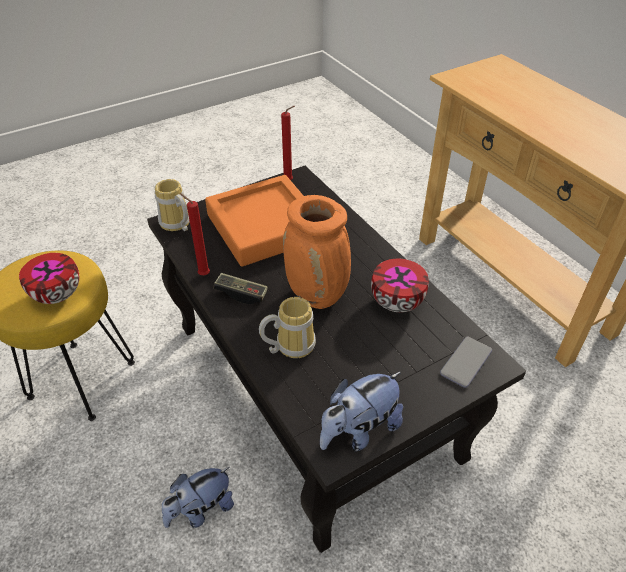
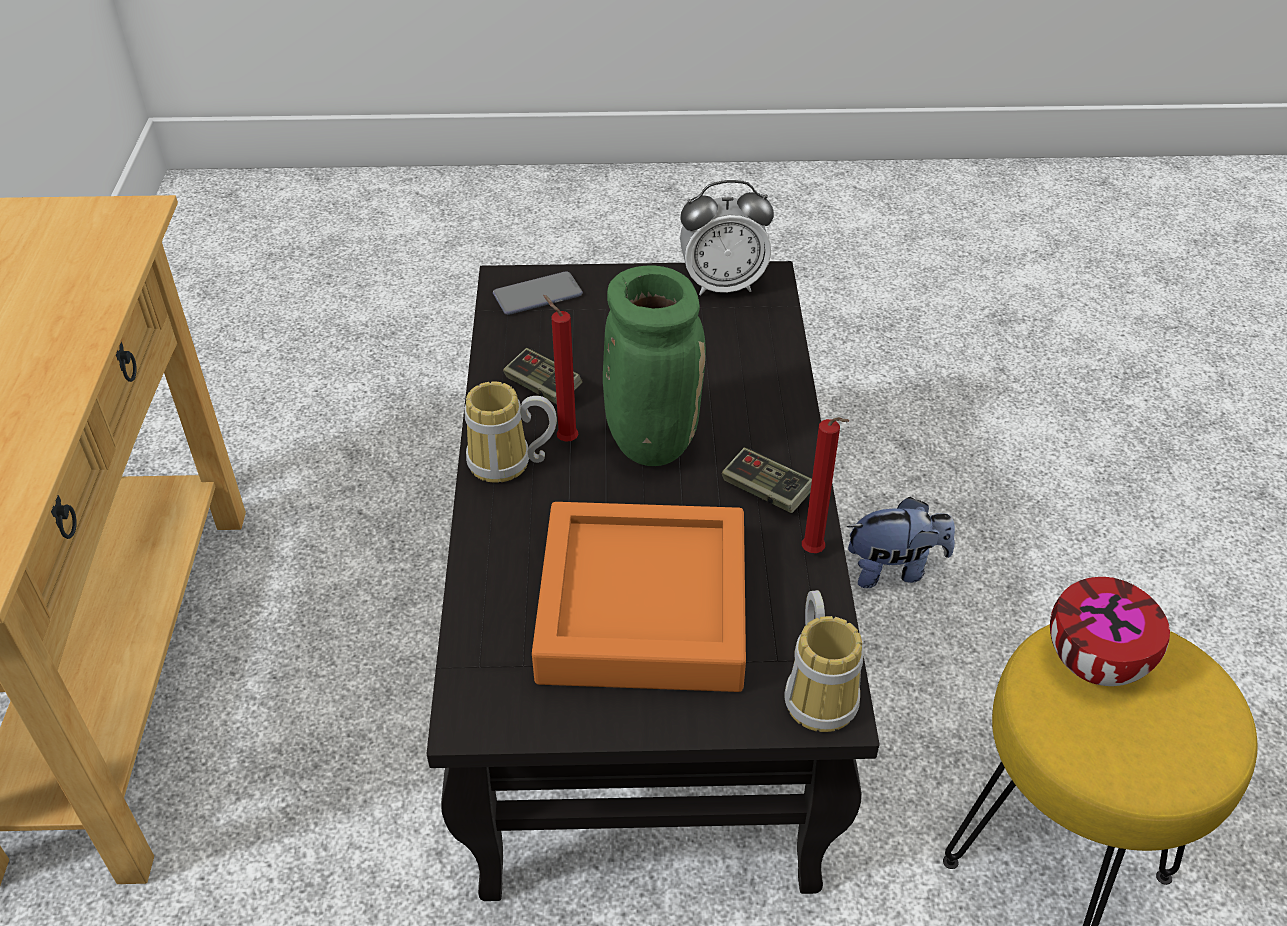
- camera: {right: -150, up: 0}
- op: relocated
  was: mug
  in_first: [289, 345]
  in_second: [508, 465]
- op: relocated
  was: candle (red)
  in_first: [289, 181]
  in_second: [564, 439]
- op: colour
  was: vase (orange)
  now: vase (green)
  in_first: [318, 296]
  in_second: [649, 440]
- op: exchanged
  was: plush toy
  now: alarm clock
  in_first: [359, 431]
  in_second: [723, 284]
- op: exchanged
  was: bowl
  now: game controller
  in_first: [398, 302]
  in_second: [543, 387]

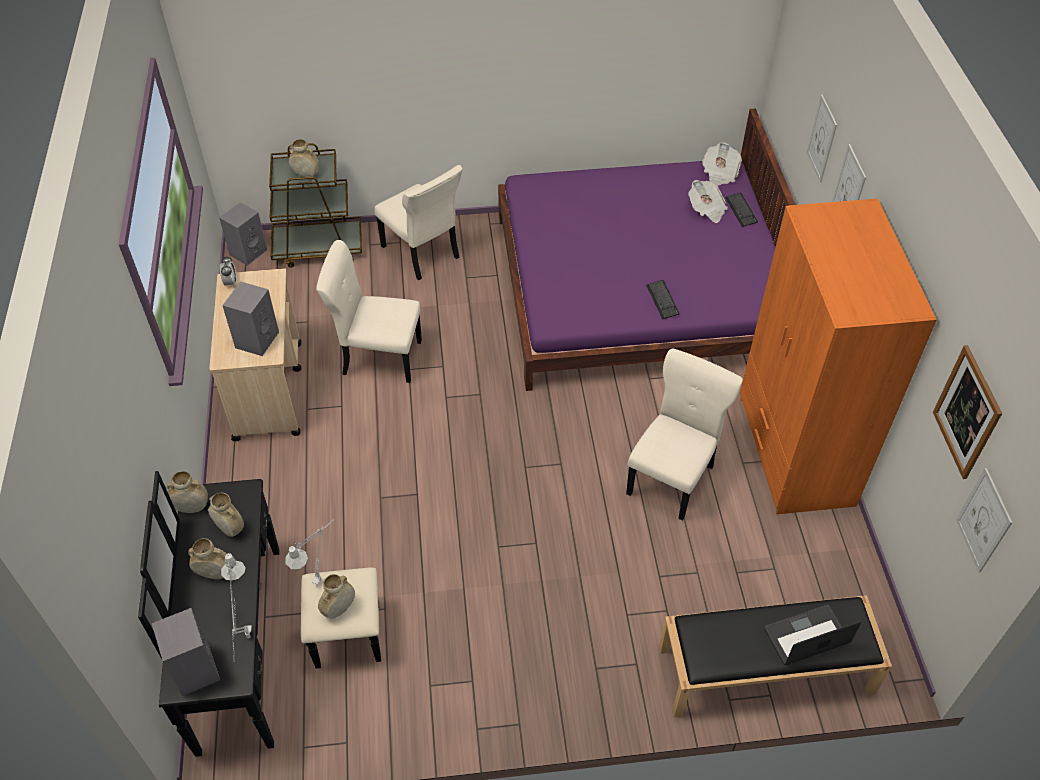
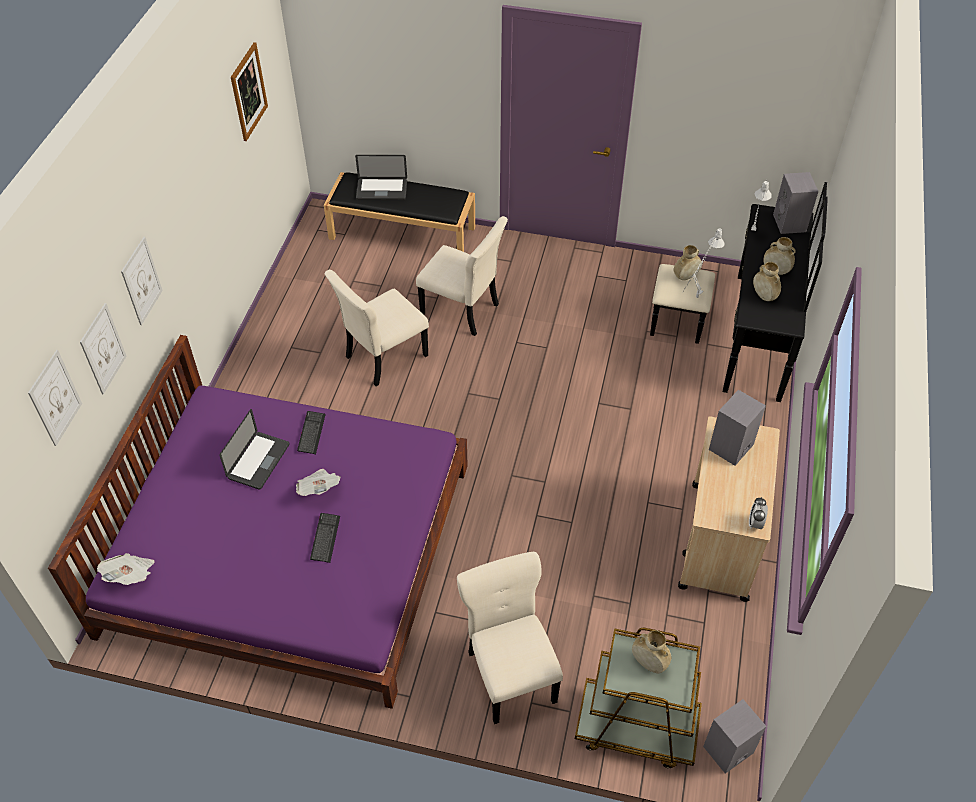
- camera: {right: -160, up: 0}
- op: missing
  was: vase (beige)
  in_first: [191, 508]
- op: relocated
  was: chair (beige)
  in_first: [378, 357]
  in_second: [462, 311]
- op: relocated
  was: newspaper
  in_first: [706, 209]
  in_second: [319, 489]
- op: relocated
  was: keyboard
  in_first: [741, 210]
  in_second: [325, 538]
- op: missing
  was: wardrobe (orange)
  in_first: [794, 451]
- op: relocated
  was: picture
  in_first: [983, 520]
  in_second: [55, 398]
- op: appeared
  now: laptop
  in_second: [258, 461]

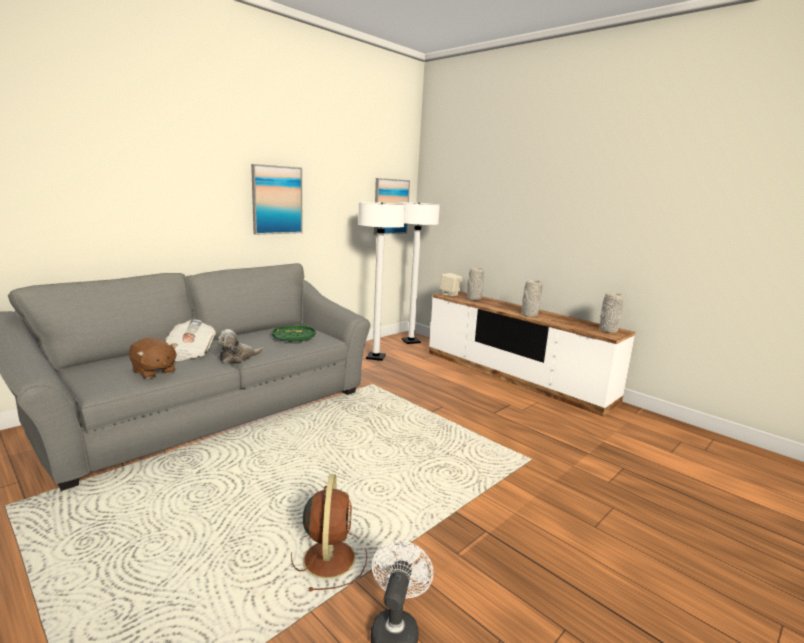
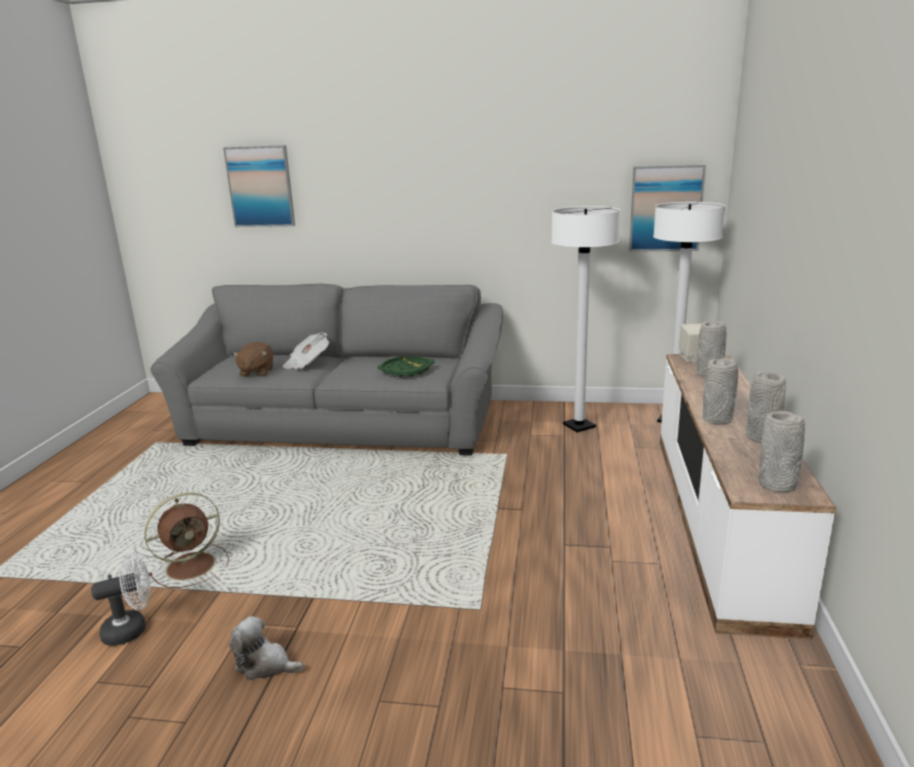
- camera: {right: 55, up: 5}
- op: relocated
  was: plush toy
  in_first: [238, 357]
  in_second: [265, 665]
- op: relocated
  was: picture
  in_first: [277, 200]
  in_second: [260, 186]
- op: appeared
  now: vase (grey)
  in_second: [761, 438]

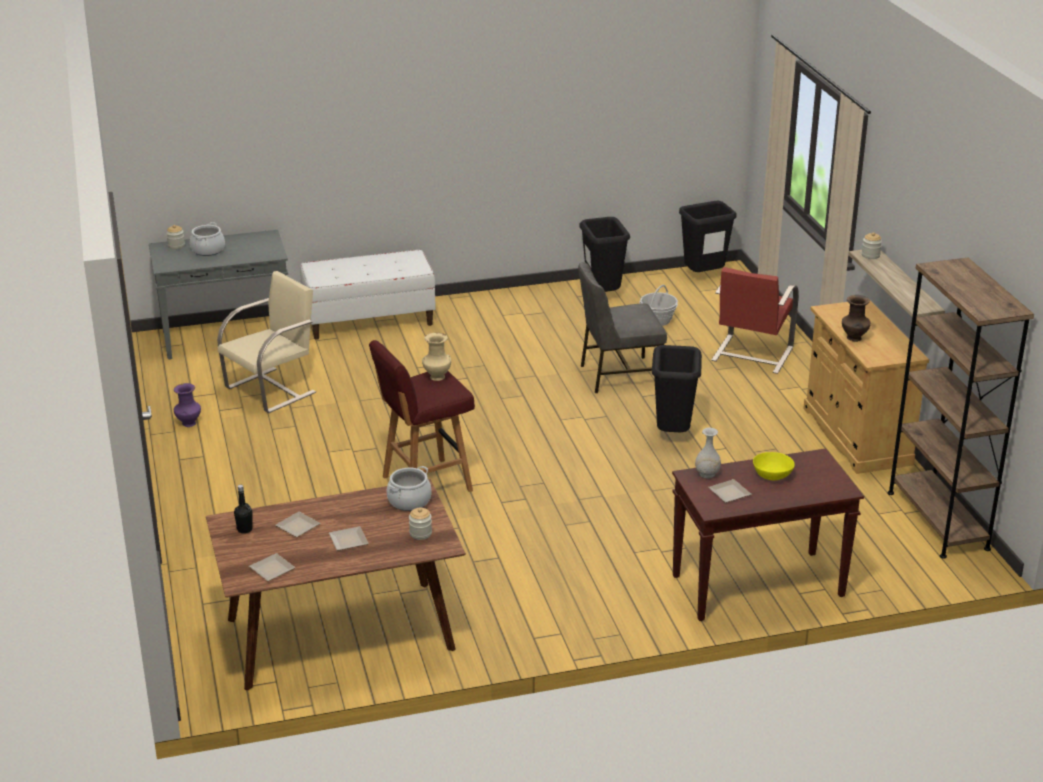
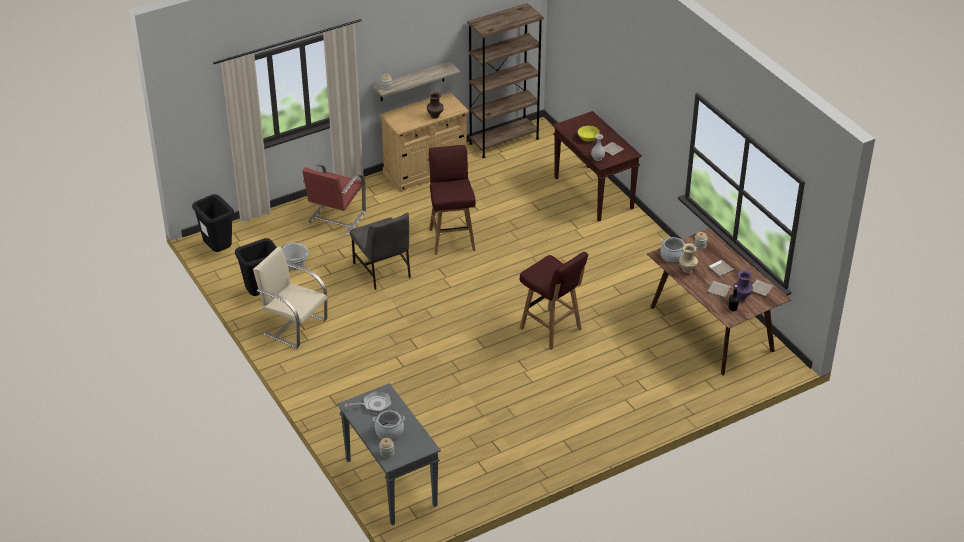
- camera: {right: -105, up: 10}
- op: relocated
  was: vase (purple)
  in_first: [189, 424]
  in_second: [742, 297]
- op: relocated
  was: chair (beige)
  in_first: [272, 390]
  in_second: [294, 326]
- op: missing
  was: bench (white)
  in_first: [369, 320]
- op: relocated
  was: vase (beige)
  in_first: [436, 377]
  in_second: [687, 270]
- op: exchanged
  was: trash can (black)
  now: stool (red)
  in_first: [673, 435]
  in_second: [452, 238]
- op: spun
  was: chair (red)
  in_first: [751, 355]
  in_second: [335, 218]
  clockwise: 105
- op: appeared
  now: frying pan
  in_second: [374, 404]

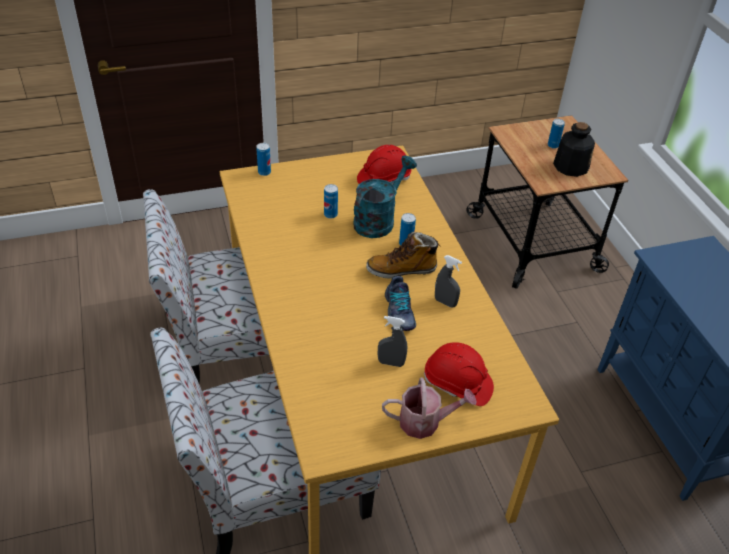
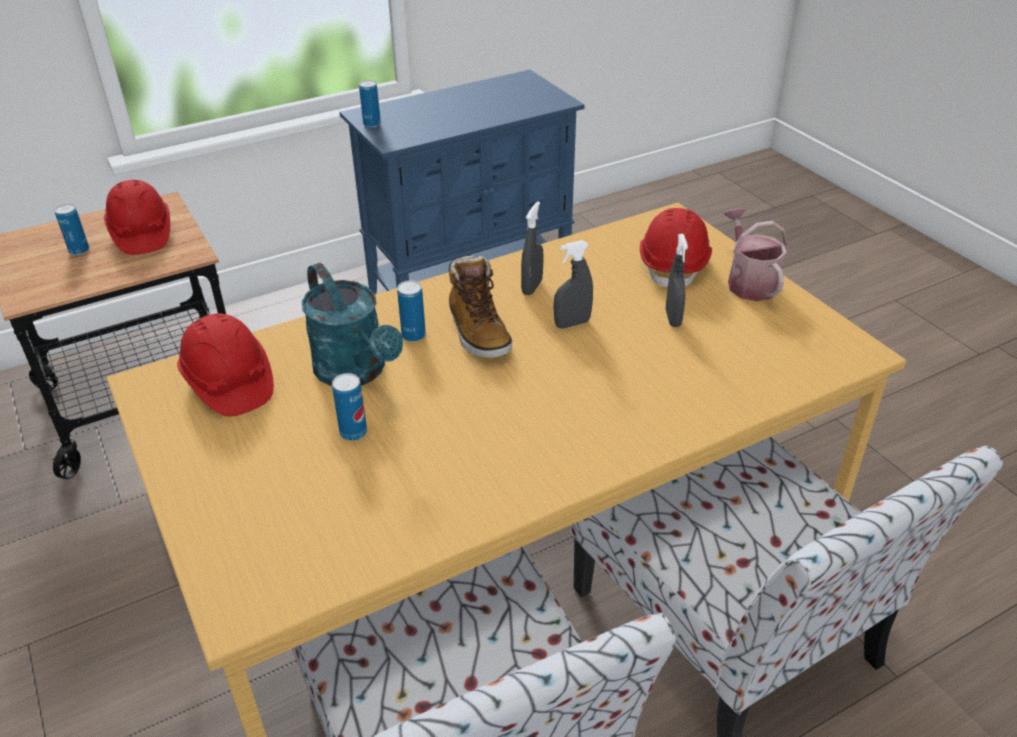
- camera: {right: -100, up: -5}
- op: relocated
  was: can
  in_first: [264, 172]
  in_second: [372, 124]
- op: spun
  was: watering can (turquoise)
  in_first: [378, 220]
  in_second: [356, 372]
  clockwise: -150
- op: exchanged
  was: shoe
  now: spray bottle (grey)
  in_first: [399, 312]
  in_second: [572, 324]
- op: exchanged
  was: bottle
  now: hard hat (red)
  in_first: [570, 166]
  in_second: [142, 234]

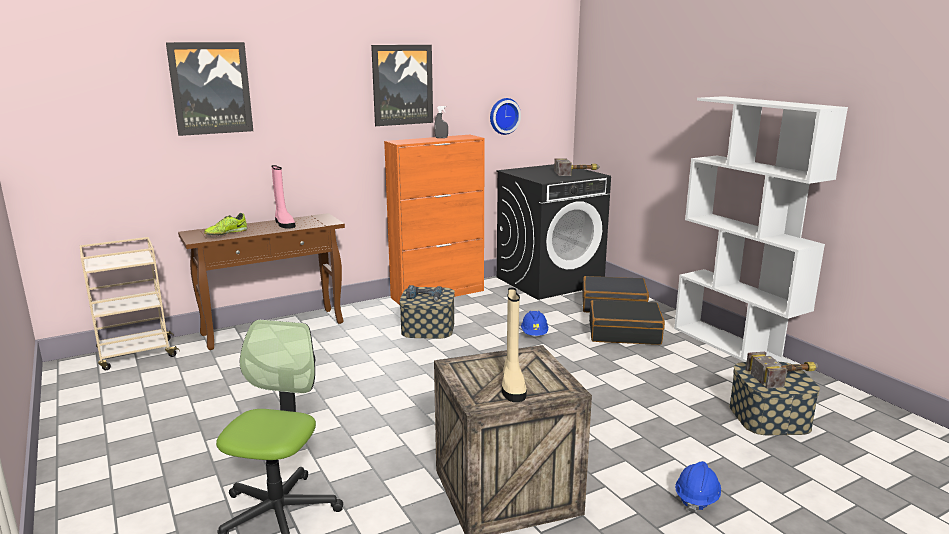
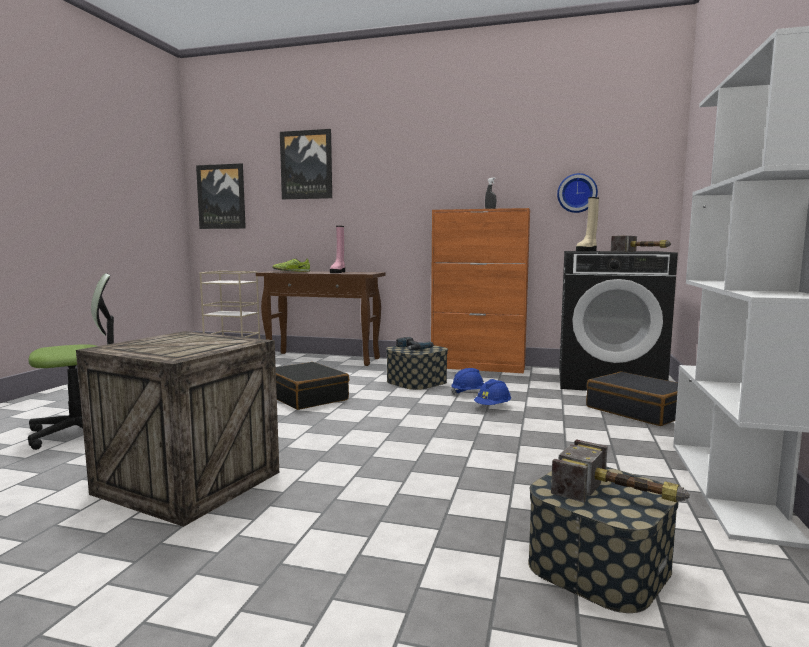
- camera: {right: 45, up: -10}
- op: relocated
  was: picture
  in_first: [402, 85]
  in_second: [221, 197]
- op: relocated
  was: boot (beige)
  in_first: [512, 385]
  in_second: [587, 251]
- op: relocated
  was: suitcase (black)
  in_first: [624, 333]
  in_second: [306, 397]
- op: relocated
  was: hard hat (blue)
  in_first: [696, 498]
  in_second: [469, 393]

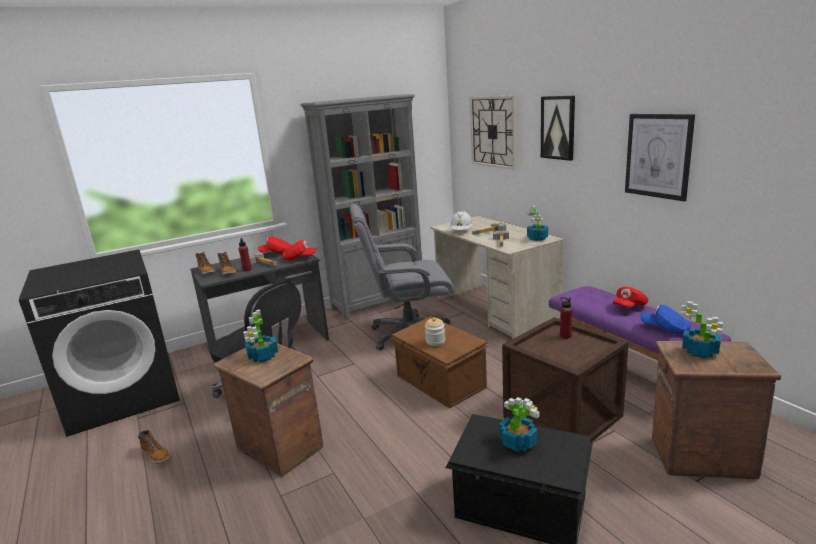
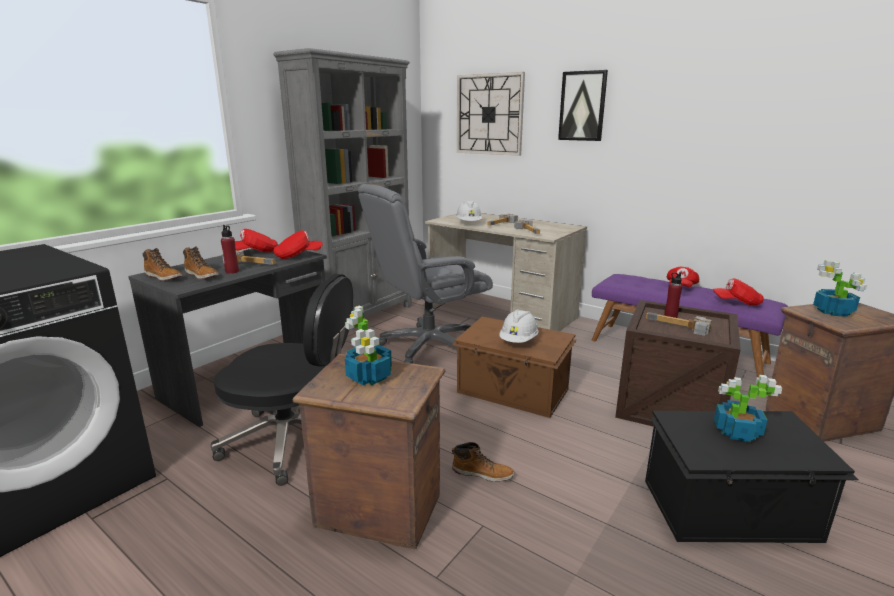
- camera: {right: -25, up: 0}
- op: relocated
  was: boot
  in_first: [156, 455]
  in_second: [482, 473]
- op: exchanged
  was: jar
  now: hard hat (white)
  in_first: [435, 341]
  in_second: [518, 341]
- op: missing
  was: potted plant
  in_first: [537, 238]
- op: missing
  was: picture
  in_first: [658, 156]
- op: colour
  was: cap (blue)
  now: cap (red)
  in_first: [665, 329]
  in_second: [736, 303]
- op: appeared
  now: hammer
  in_second: [678, 327]

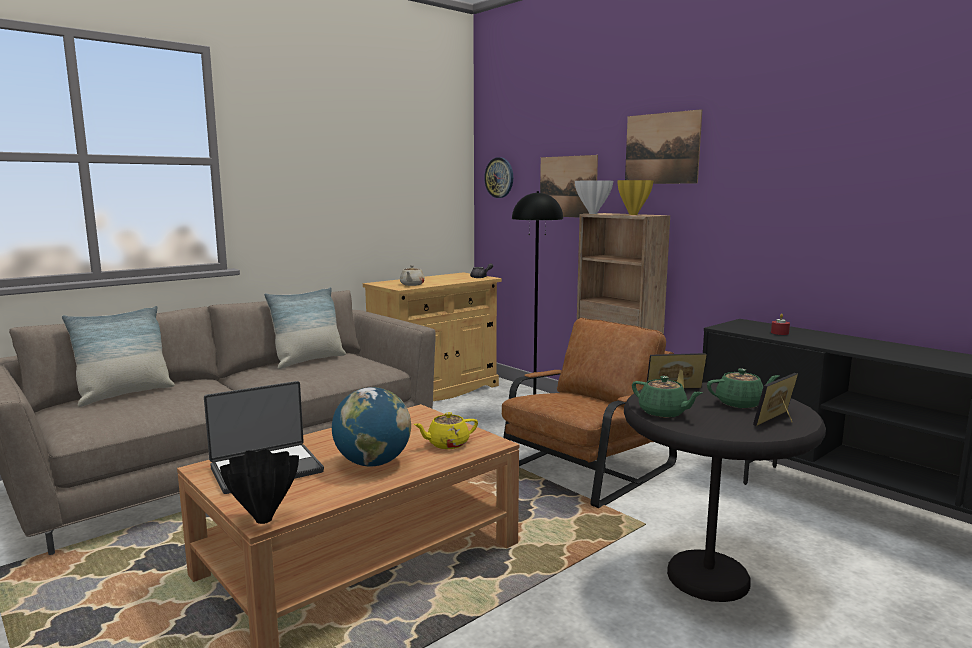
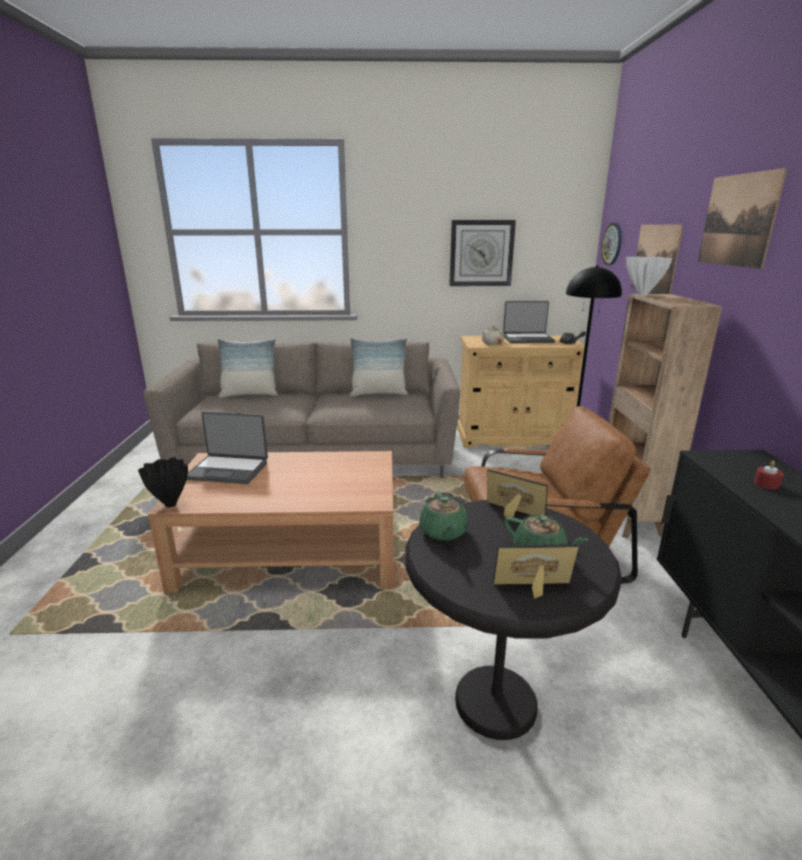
- camera: {right: 40, up: 10}
- op: missing
  was: globe
  in_first: [372, 463]
- op: missing
  was: teapot (yellow)
  in_first: [447, 444]
- op: missing
  was: vase (yellow)
  in_first: [633, 214]
- op: appeared
  now: wall clock
  in_second: [481, 253]
- op: appeared
  now: laptop
  in_second: [527, 339]

